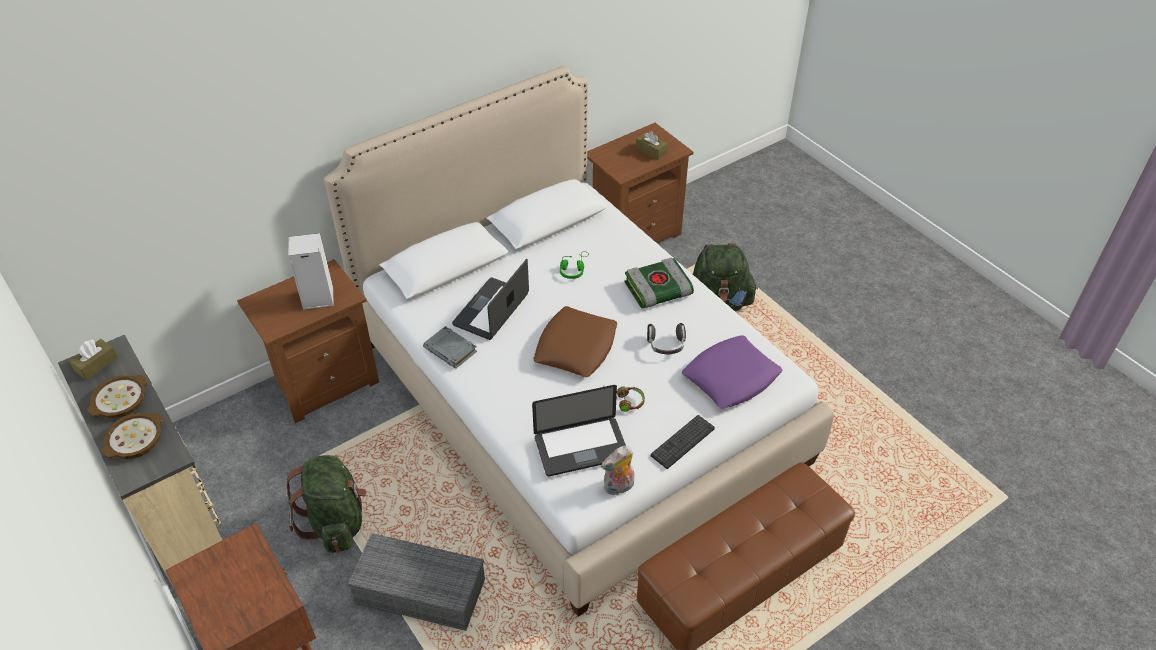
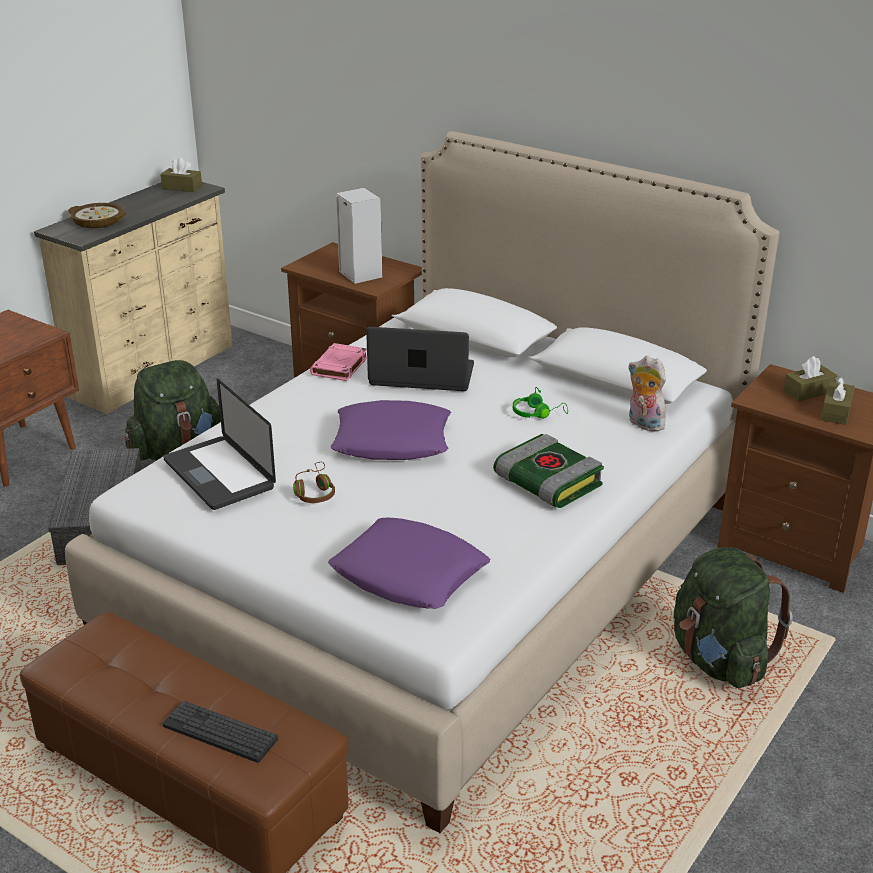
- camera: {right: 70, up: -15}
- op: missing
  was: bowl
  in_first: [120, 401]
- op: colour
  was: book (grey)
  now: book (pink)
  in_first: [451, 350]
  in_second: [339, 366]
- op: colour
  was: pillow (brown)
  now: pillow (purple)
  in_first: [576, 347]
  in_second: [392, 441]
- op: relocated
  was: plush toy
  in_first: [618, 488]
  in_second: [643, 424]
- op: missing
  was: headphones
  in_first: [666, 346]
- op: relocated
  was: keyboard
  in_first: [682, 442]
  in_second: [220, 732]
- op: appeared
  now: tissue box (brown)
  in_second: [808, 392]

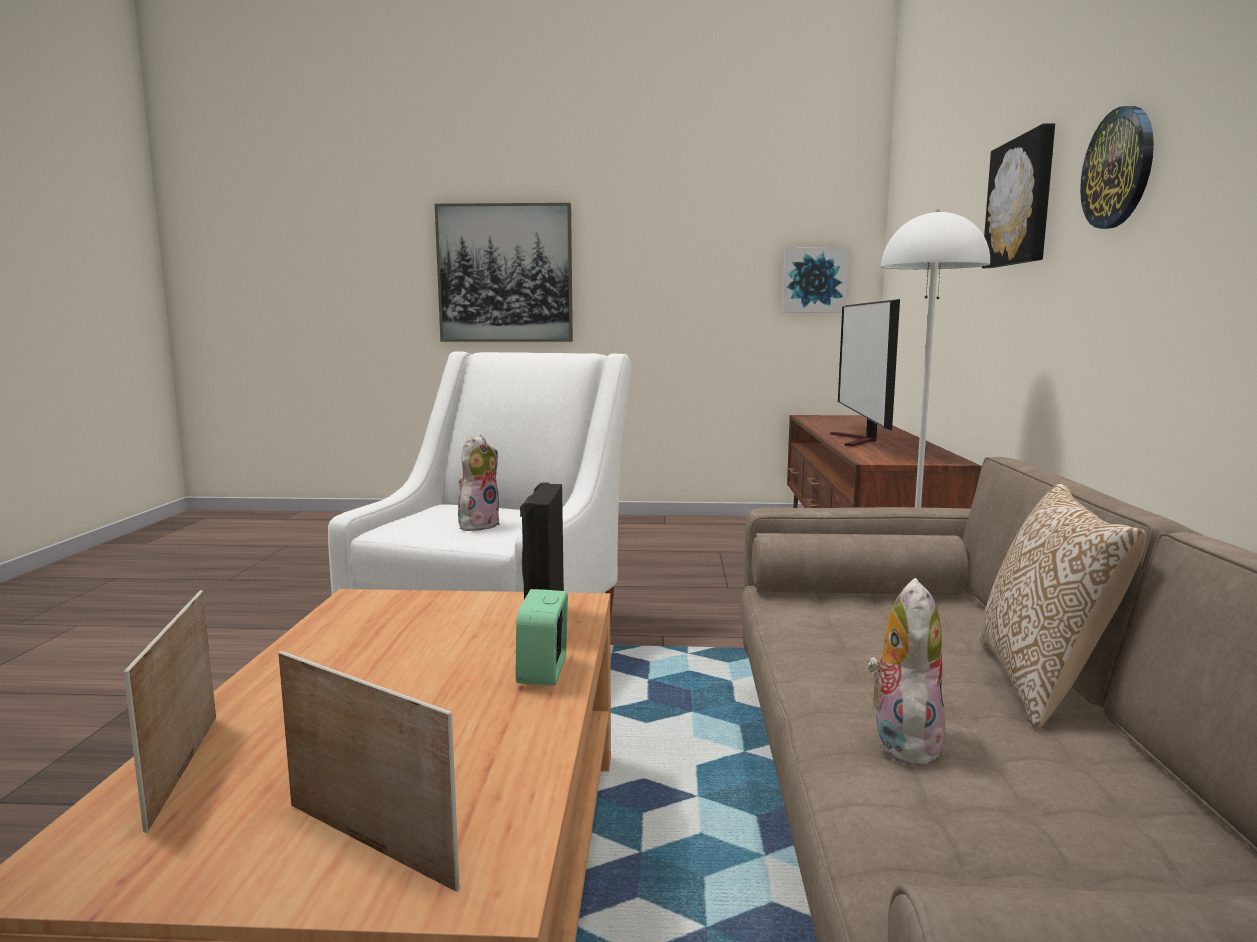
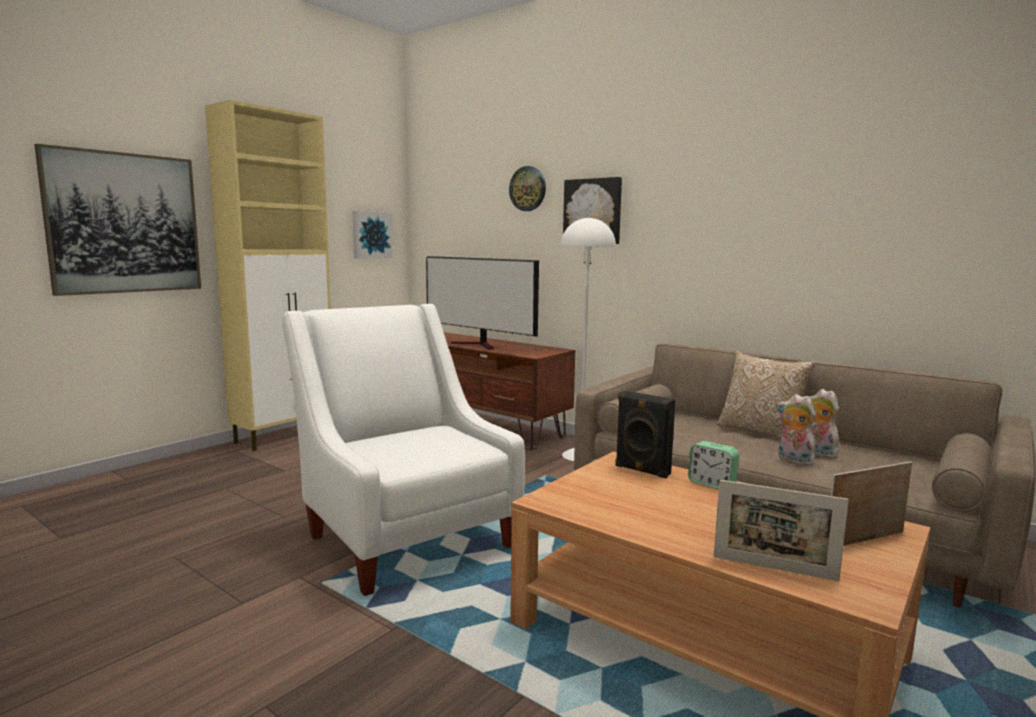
- camera: {right: -55, up: 0}
- op: relocated
  was: plush toy
  in_first: [478, 525]
  in_second: [818, 453]
- op: relocated
  was: wall clock
  in_first: [1118, 168]
  in_second: [528, 189]
- op: appeared
  now: cabinet (beige)
  in_second: [285, 436]

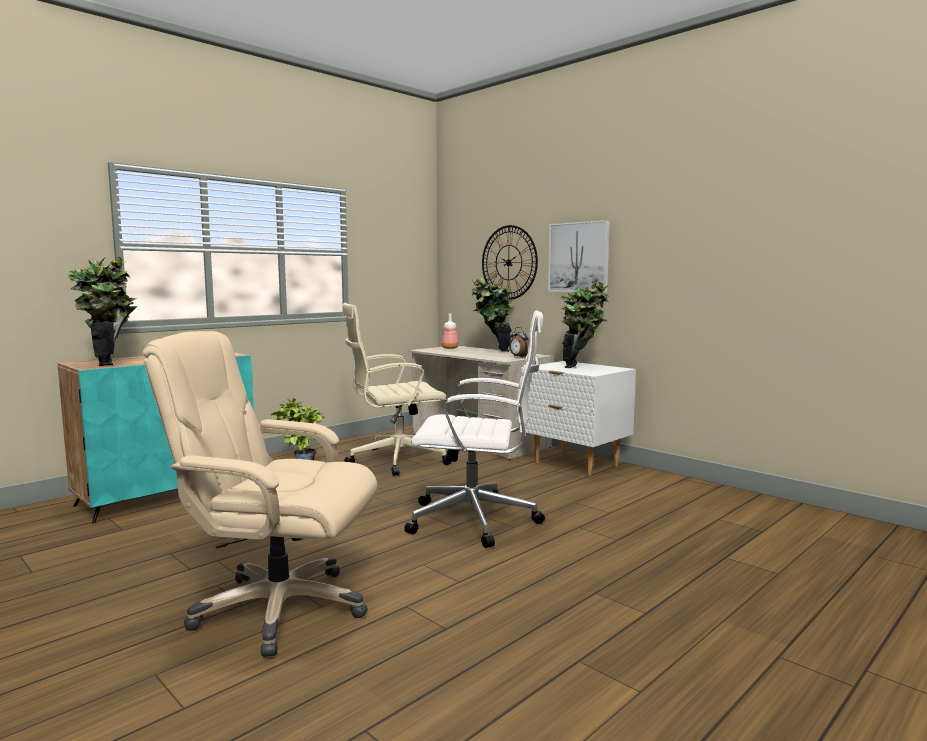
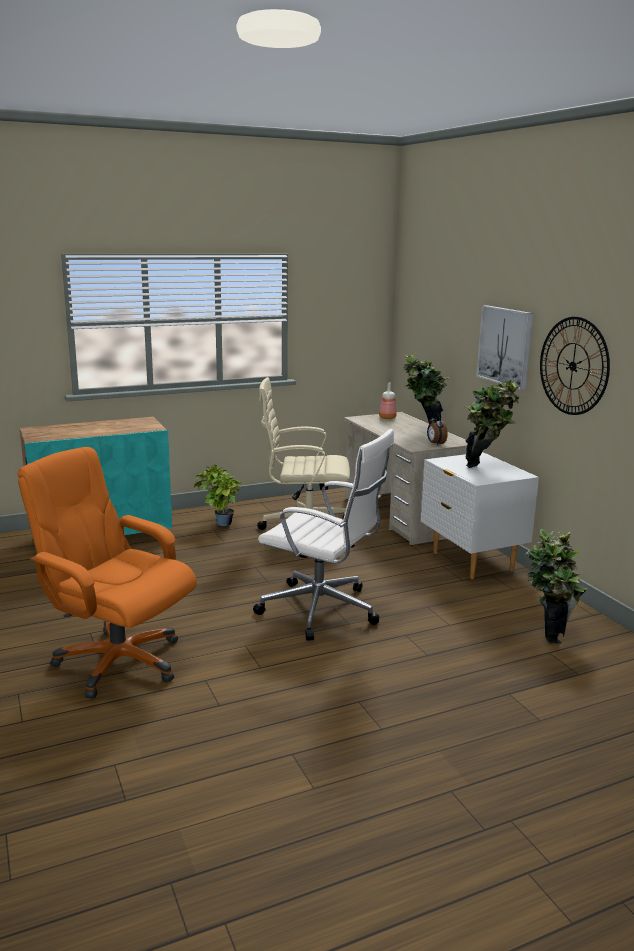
- camera: {right: 20, up: 10}
- op: relocated
  was: potted plant
  in_first: [110, 363]
  in_second: [548, 632]
- op: colour
  was: office chair (beige)
  now: office chair (orange)
  in_first: [278, 608]
  in_second: [118, 662]
- op: relocated
  was: wall clock
  in_first: [509, 262]
  in_second: [573, 366]

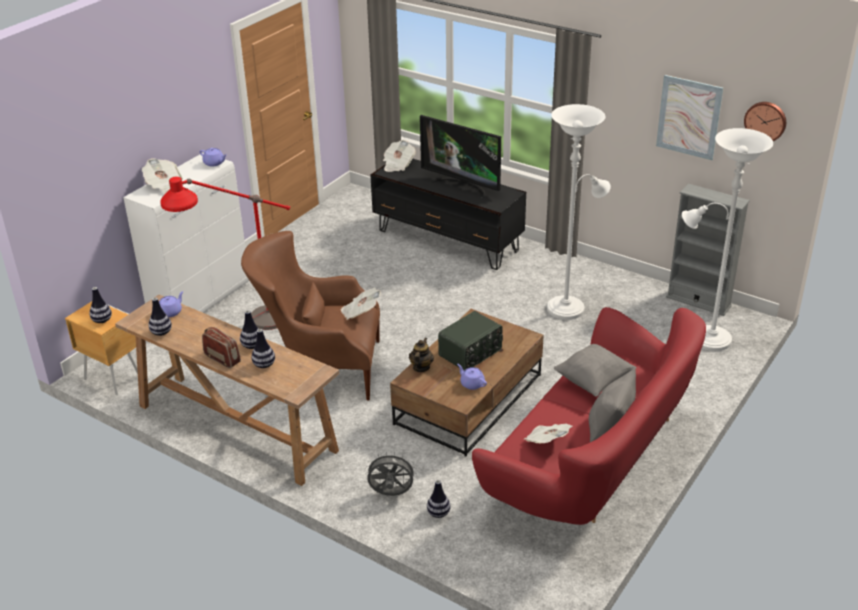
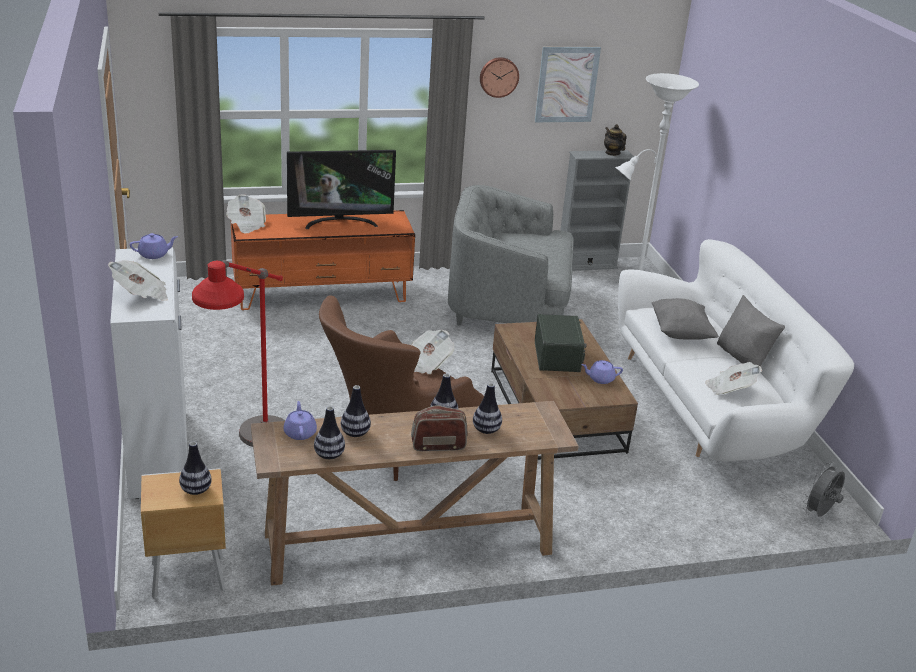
- camera: {right: -50, up: -5}
- op: relocated
  was: fan (grey)
  in_first: [391, 494]
  in_second: [819, 514]
- op: colour
  was: tv stand (black)
  now: tv stand (orange)
  in_first: [447, 240]
  in_second: [322, 294]
- op: relocated
  was: teapot
  in_first: [421, 367]
  in_second: [612, 153]
- op: relocated
  was: vase
  in_first: [438, 513]
  in_second: [355, 433]
- op: colour
  was: sofa (red)
  now: sofa (white)
  in_first: [592, 463]
  in_second: [711, 409]
- op: exchanged
  was: floor lamp (white)
  now: armchair (grey)
  in_first: [569, 307]
  in_second: [508, 306]
- op: relocated
  was: wall clock
  in_first: [765, 121]
  in_second: [498, 76]

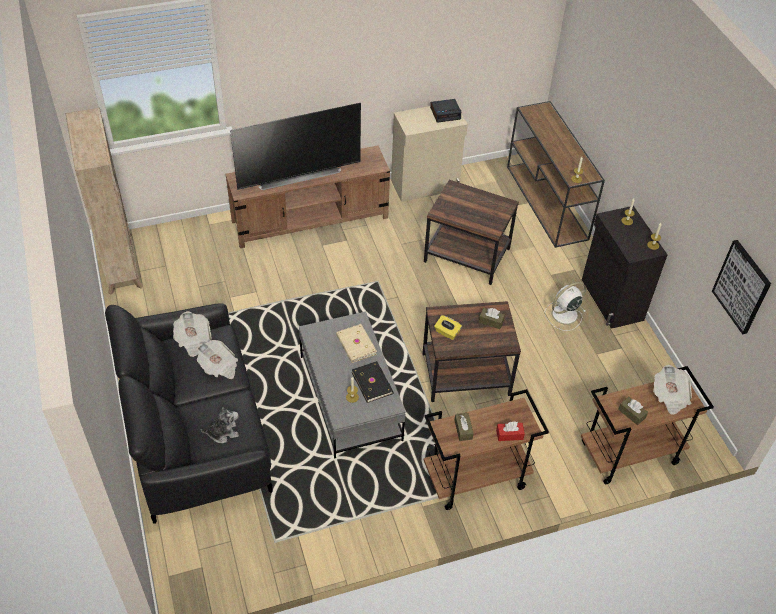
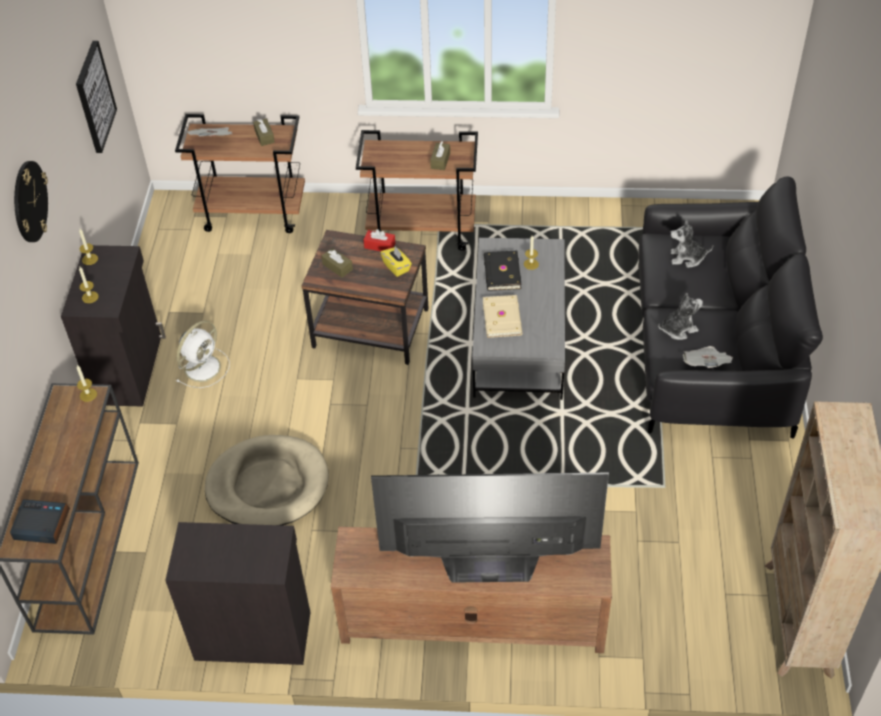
- camera: {right: -155, up: 0}
- op: exchanged
  was: newspaper
  now: plush toy
  in_first: [219, 367]
  in_second: [678, 329]
- op: colour
  was: cabinet (beige)
  now: cabinet (black)
  in_first: [425, 186]
  in_second: [252, 634]
- op: exchanged
  was: side table (brown)
  now: dog bed (beige)
  in_first: [467, 255]
  in_second: [268, 485]
- op: relocated
  was: alarm clock
  in_first: [445, 113]
  in_second: [41, 525]
- op: relocated
  was: tissue box (red)
  in_first: [509, 435]
  in_second: [379, 246]
- op: spun
  was: fan (white)
  in_first: [563, 315]
  in_second: [203, 367]
  clockwise: -45
- op: appeared
  now: wall clock
  in_second: [29, 201]

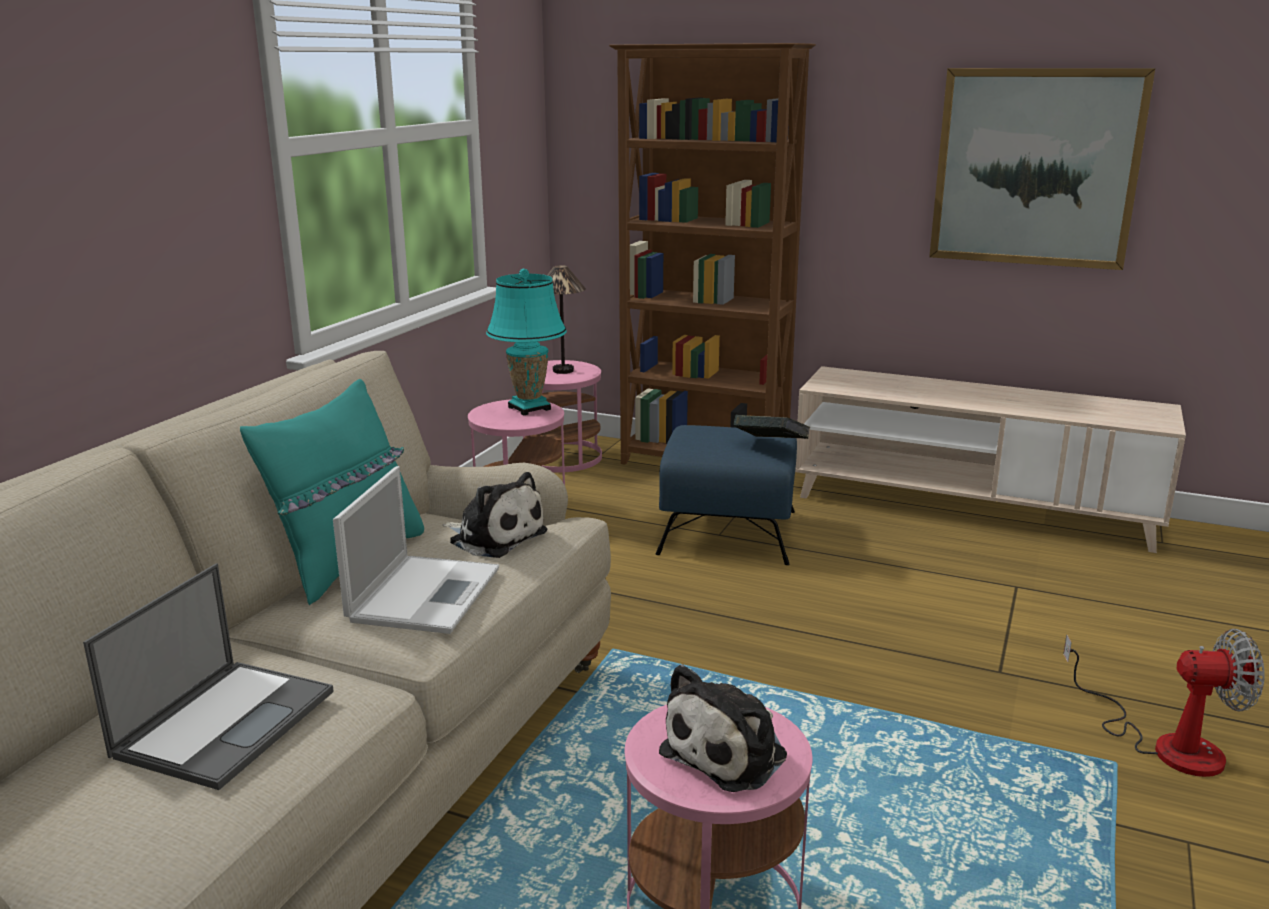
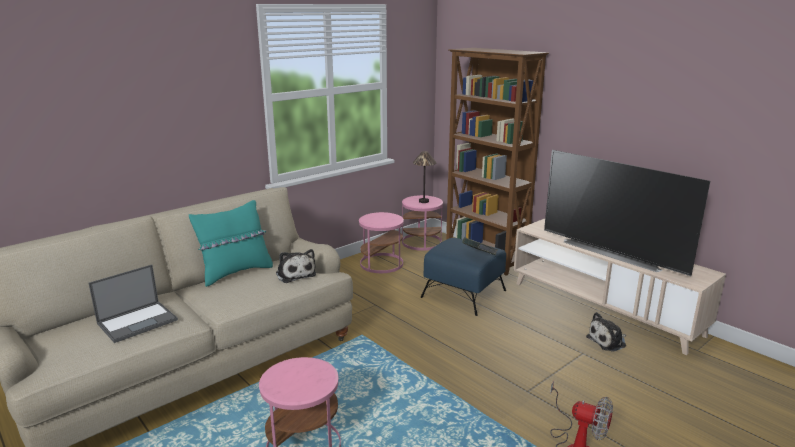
- camera: {right: 25, up: 0}
- op: missing
  was: laptop
  in_first: [425, 593]
- op: missing
  was: table lamp (turquoise)
  in_first: [529, 408]
- op: relocated
  was: plush toy
  in_first: [729, 752]
  in_second: [608, 341]
- op: missing
  was: picture
  in_first: [1035, 168]
- op: appeared
  now: television
  in_second: [613, 252]

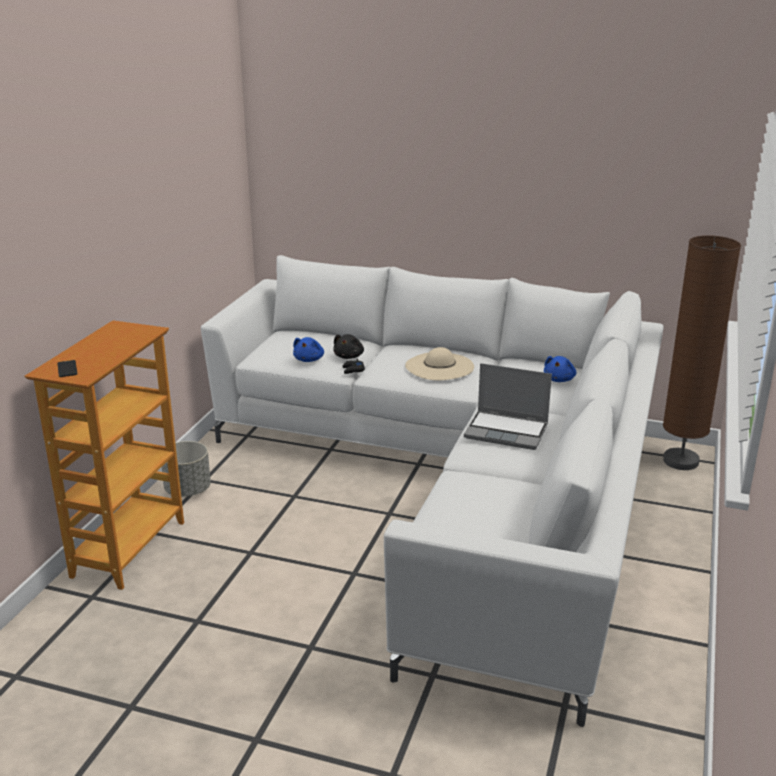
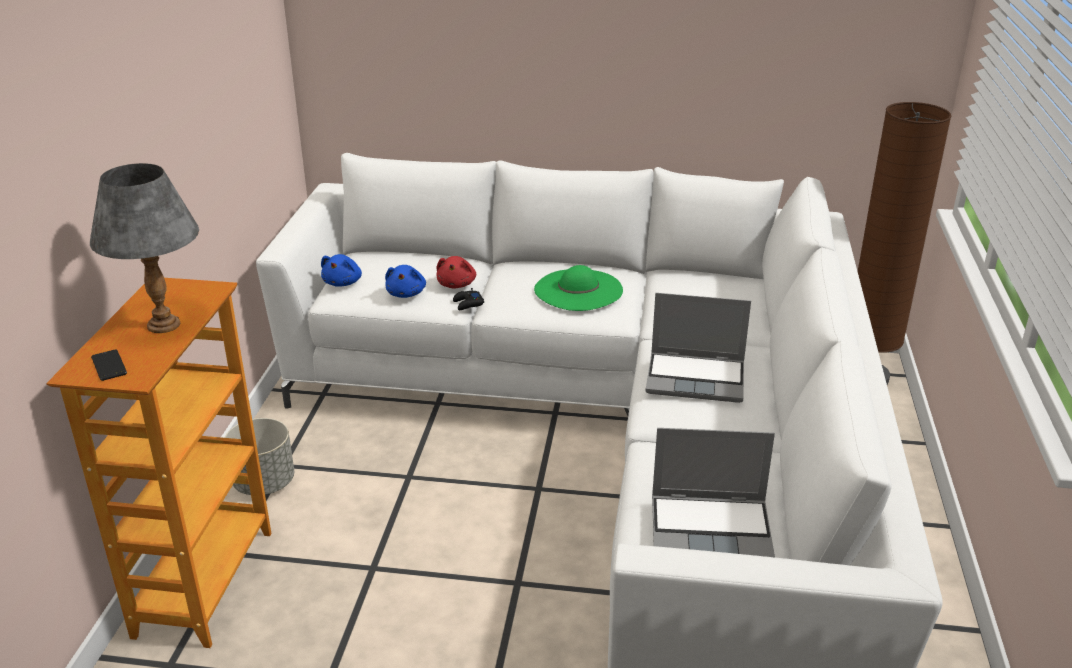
- camera: {right: -10, up: 5}
- op: colour
  was: plush toy (black)
  now: plush toy (red)
  in_first: [349, 356]
  in_second: [457, 284]
- op: colour
  was: hat (beige)
  now: hat (green)
  in_first: [439, 366]
  in_second: [578, 290]
- op: relocated
  was: plush toy (blue)
  in_first: [559, 379]
  in_second: [343, 282]
- op: appeared
  now: table lamp (grey)
  in_second: [164, 324]
- op: appeared
  now: laptop
  in_second: [712, 529]

